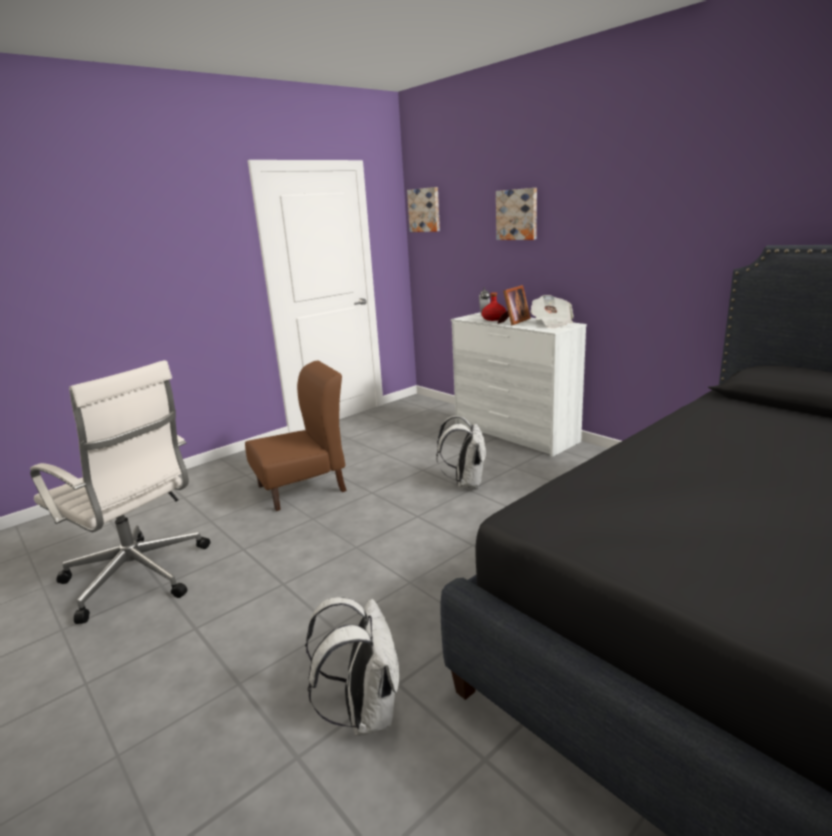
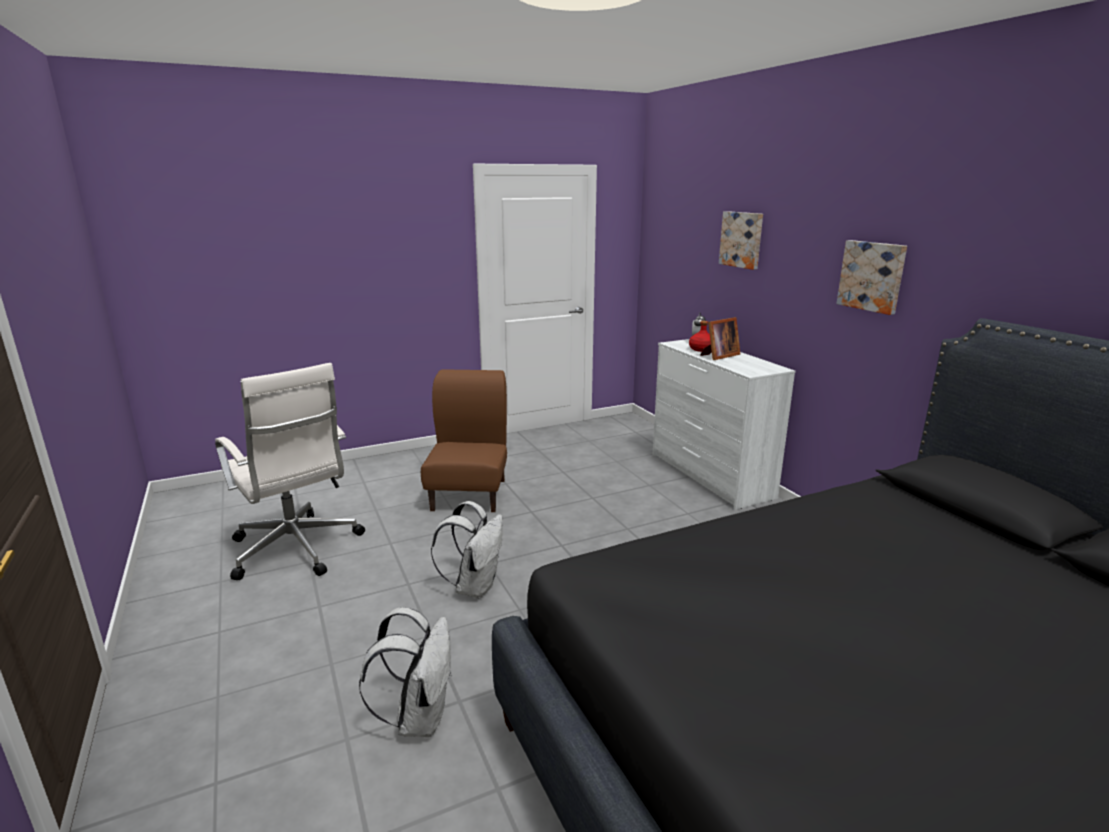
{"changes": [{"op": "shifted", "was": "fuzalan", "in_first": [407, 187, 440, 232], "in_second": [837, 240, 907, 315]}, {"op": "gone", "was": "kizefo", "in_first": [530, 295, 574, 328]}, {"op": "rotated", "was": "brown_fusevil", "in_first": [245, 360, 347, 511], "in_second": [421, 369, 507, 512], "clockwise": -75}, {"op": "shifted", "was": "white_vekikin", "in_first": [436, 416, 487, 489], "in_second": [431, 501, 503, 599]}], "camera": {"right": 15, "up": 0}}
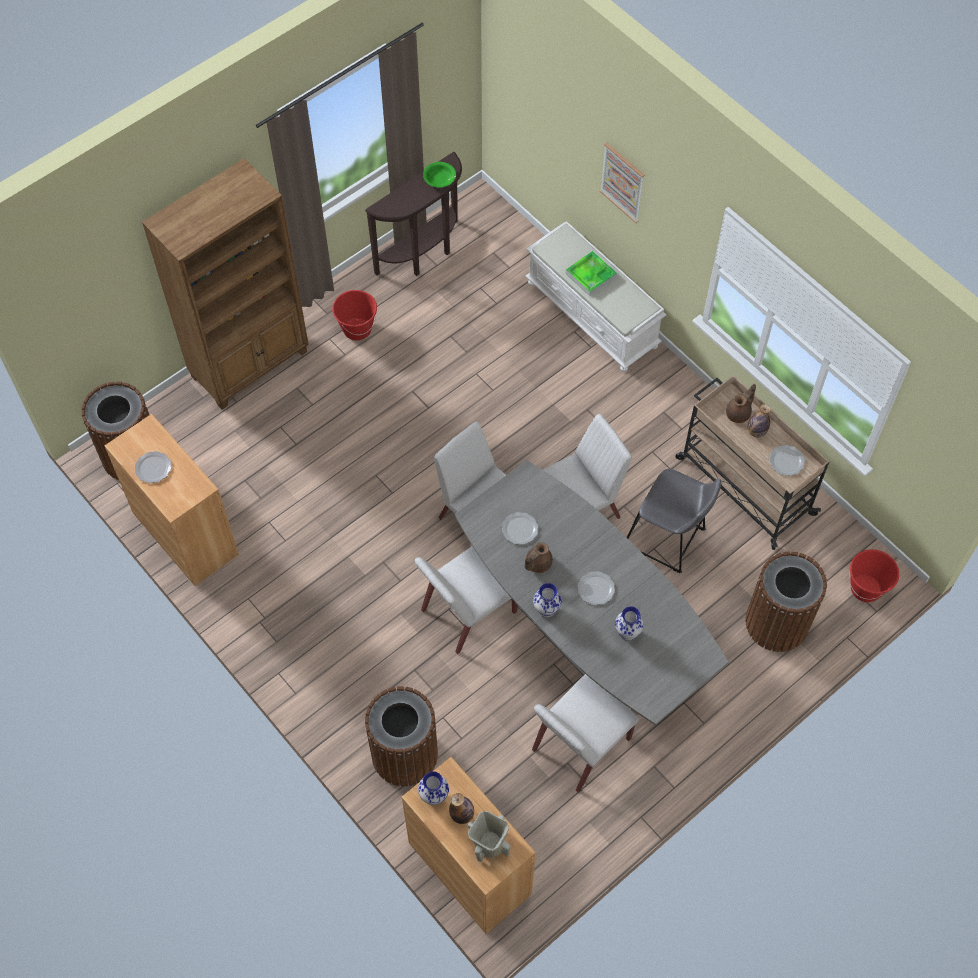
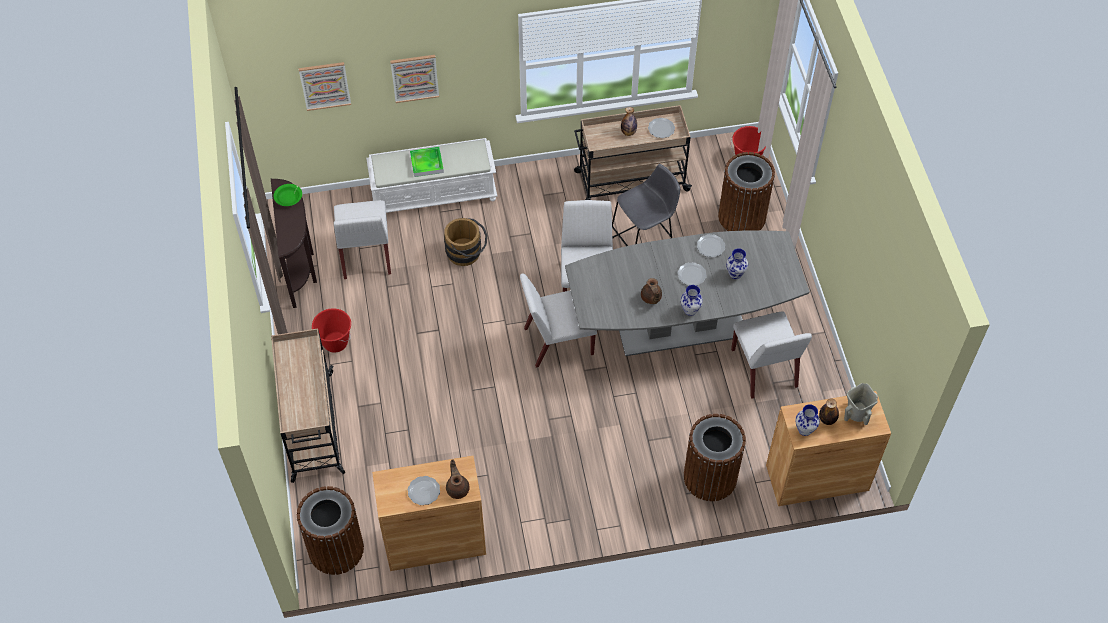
{"changes": [{"op": "swapped", "was": "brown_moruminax", "now": "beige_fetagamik", "in_first": [142, 158, 309, 410], "in_second": [271, 328, 345, 483]}, {"op": "shifted", "was": "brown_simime", "in_first": [726, 384, 756, 423], "in_second": [446, 459, 470, 499]}, {"op": "shifted", "was": "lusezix", "in_first": [502, 512, 538, 545], "in_second": [697, 234, 725, 257]}, {"op": "shifted", "was": "white_fusevil", "in_first": [414, 546, 518, 654], "in_second": [334, 200, 391, 279]}, {"op": "new", "now": "fuzalan", "in_second": [299, 62, 351, 111]}, {"op": "new", "now": "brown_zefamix", "in_second": [444, 218, 487, 266]}], "camera": {"right": -60, "up": -5}}
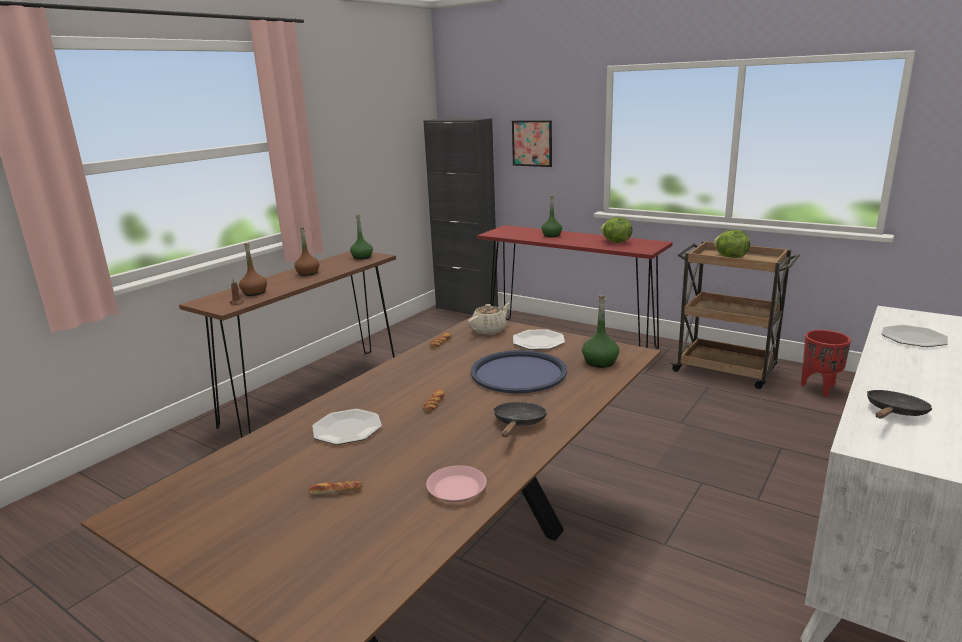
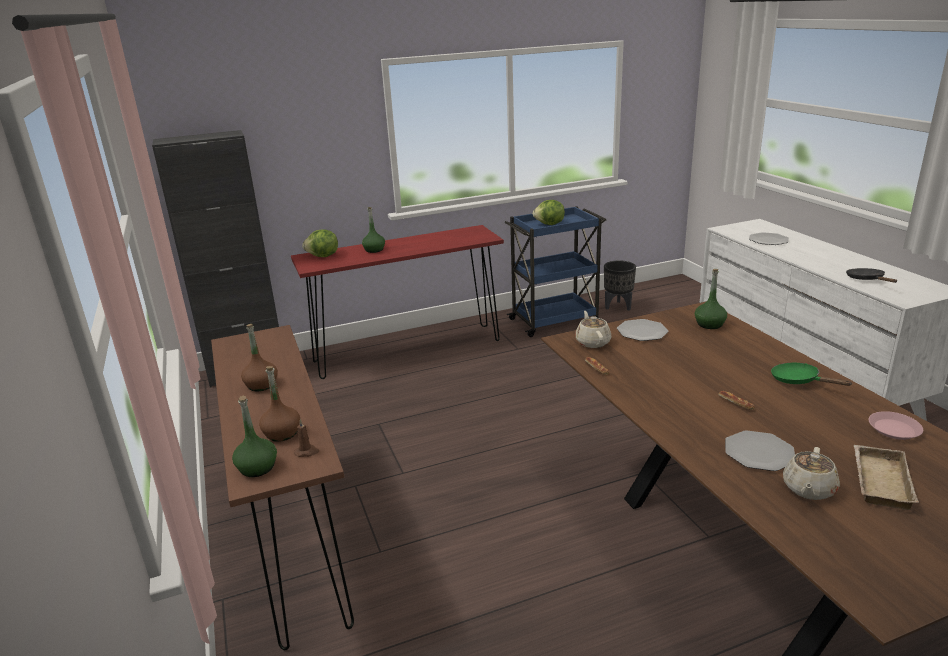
{"changes": [{"op": "gone", "was": "fuzalan", "in_first": [512, 121, 552, 167]}, {"op": "shifted", "was": "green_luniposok", "in_first": [350, 214, 373, 260], "in_second": [232, 396, 277, 477]}, {"op": "shifted", "was": "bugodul", "in_first": [601, 217, 632, 243], "in_second": [302, 229, 338, 257]}, {"op": "repainted", "was": "brown_fetagamik", "now": "blue_fetagamik", "in_first": [670, 241, 800, 389], "in_second": [505, 206, 606, 337]}, {"op": "repainted", "was": "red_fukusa", "now": "black_fukusa", "in_first": [801, 330, 851, 397], "in_second": [604, 260, 636, 311]}, {"op": "gone", "was": "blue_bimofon", "in_first": [470, 350, 567, 394]}, {"op": "repainted", "was": "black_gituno", "now": "green_gituno", "in_first": [493, 402, 547, 437], "in_second": [771, 363, 853, 386]}, {"op": "swapped", "was": "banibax", "now": "beige_bimofon", "in_first": [308, 481, 363, 495], "in_second": [854, 445, 919, 510]}, {"op": "new", "now": "beige_simime", "in_second": [783, 447, 840, 500]}], "camera": {"right": -55, "up": 5}}
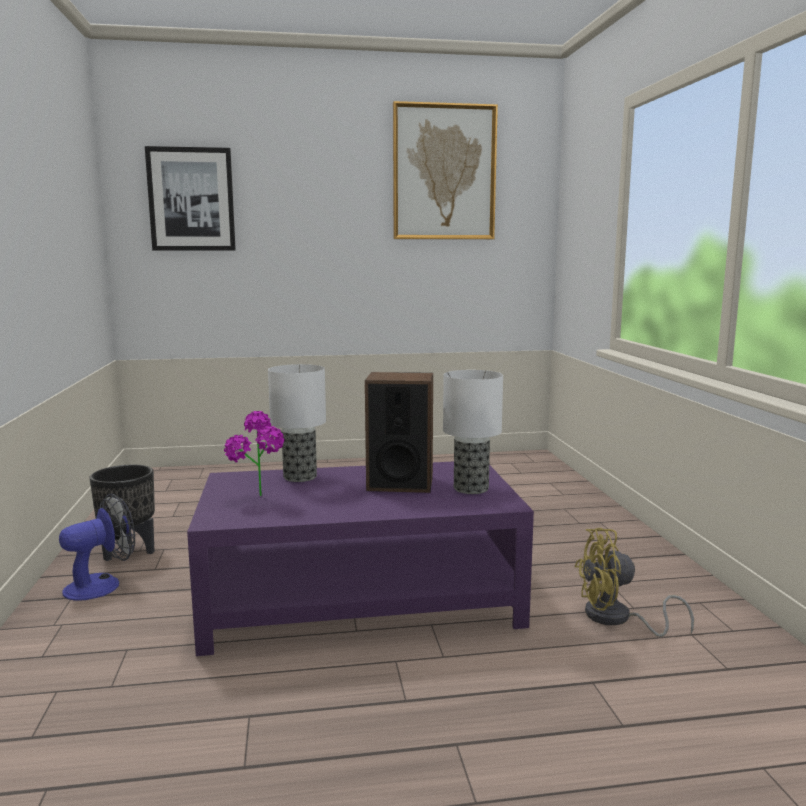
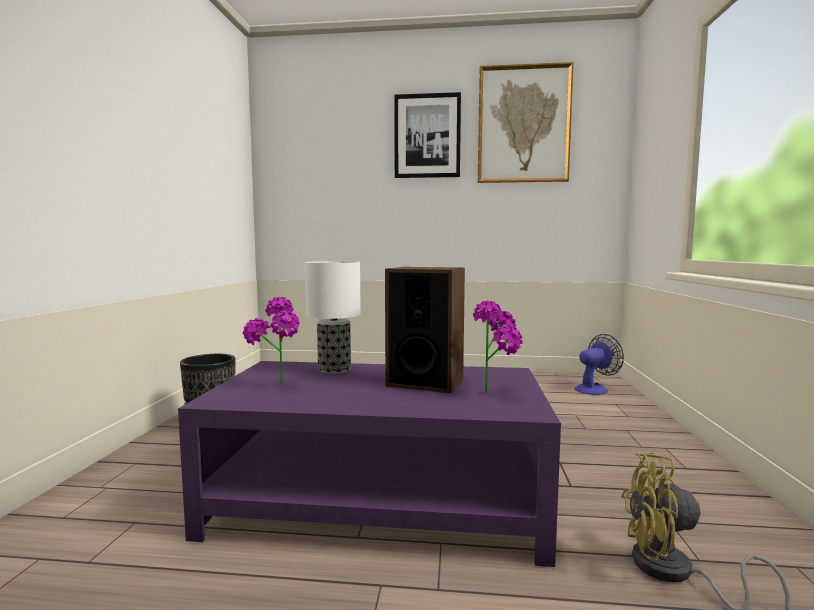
{"changes": [{"op": "shifted", "was": "fuzalan", "in_first": [145, 146, 236, 251], "in_second": [394, 92, 461, 178]}, {"op": "swapped", "was": "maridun", "now": "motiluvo", "in_first": [443, 370, 503, 494], "in_second": [473, 301, 523, 393]}, {"op": "shifted", "was": "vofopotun", "in_first": [59, 493, 135, 601], "in_second": [575, 334, 624, 395]}], "camera": {"right": 15, "up": -5}}
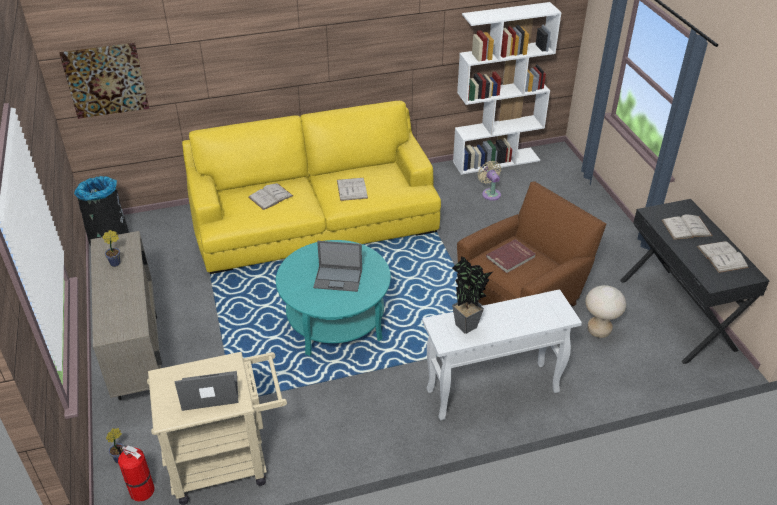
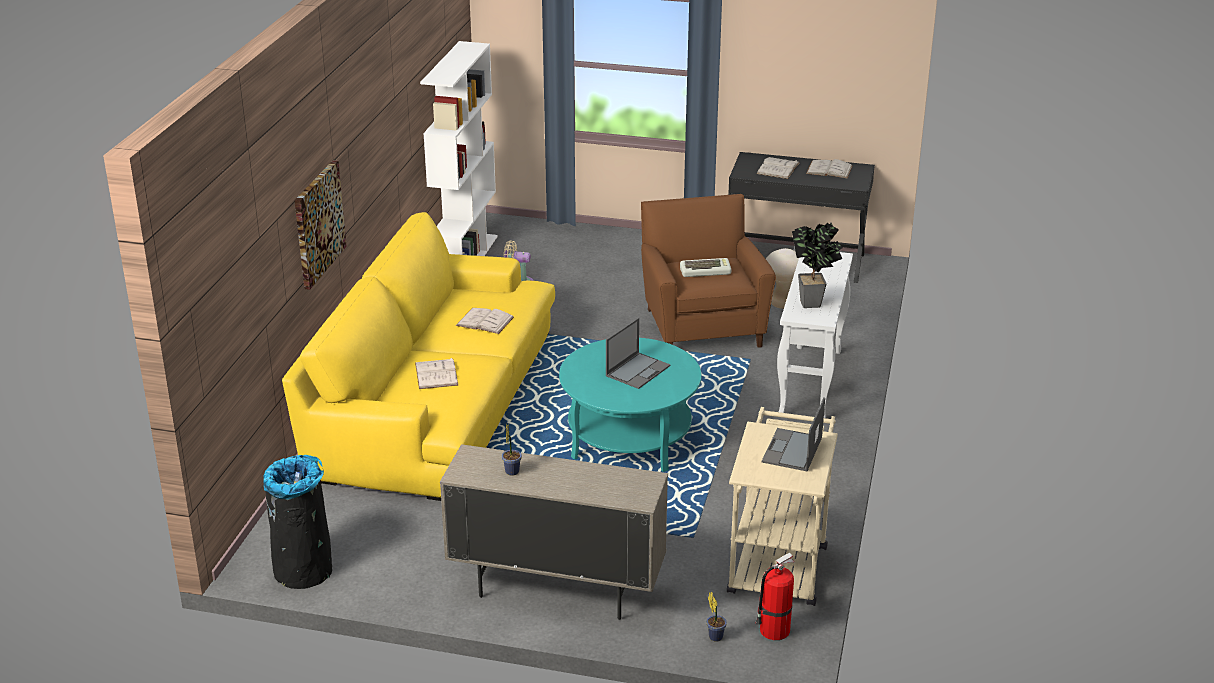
{"changes": [{"op": "shifted", "was": "fuzalan", "in_first": [59, 43, 149, 119], "in_second": [295, 160, 347, 290]}, {"op": "swapped", "was": "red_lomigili", "now": "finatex", "in_first": [486, 239, 535, 273], "in_second": [680, 258, 731, 277]}], "camera": {"right": -60, "up": -10}}
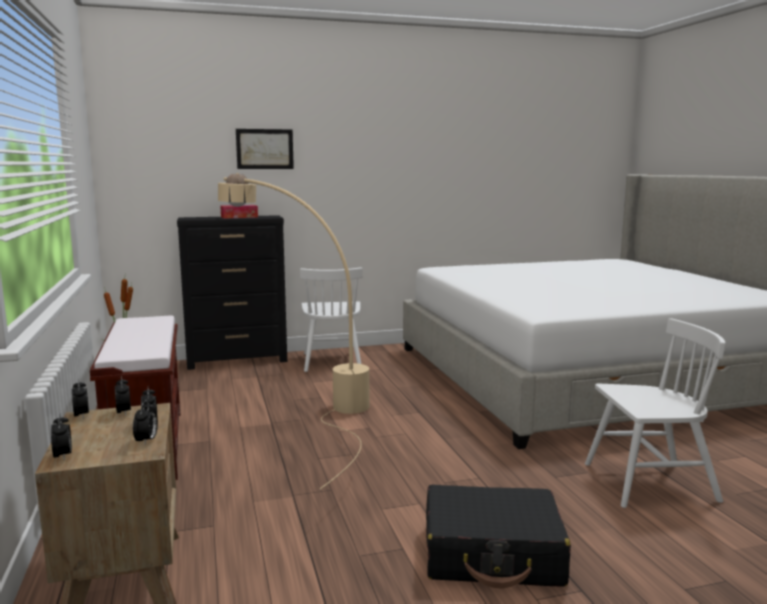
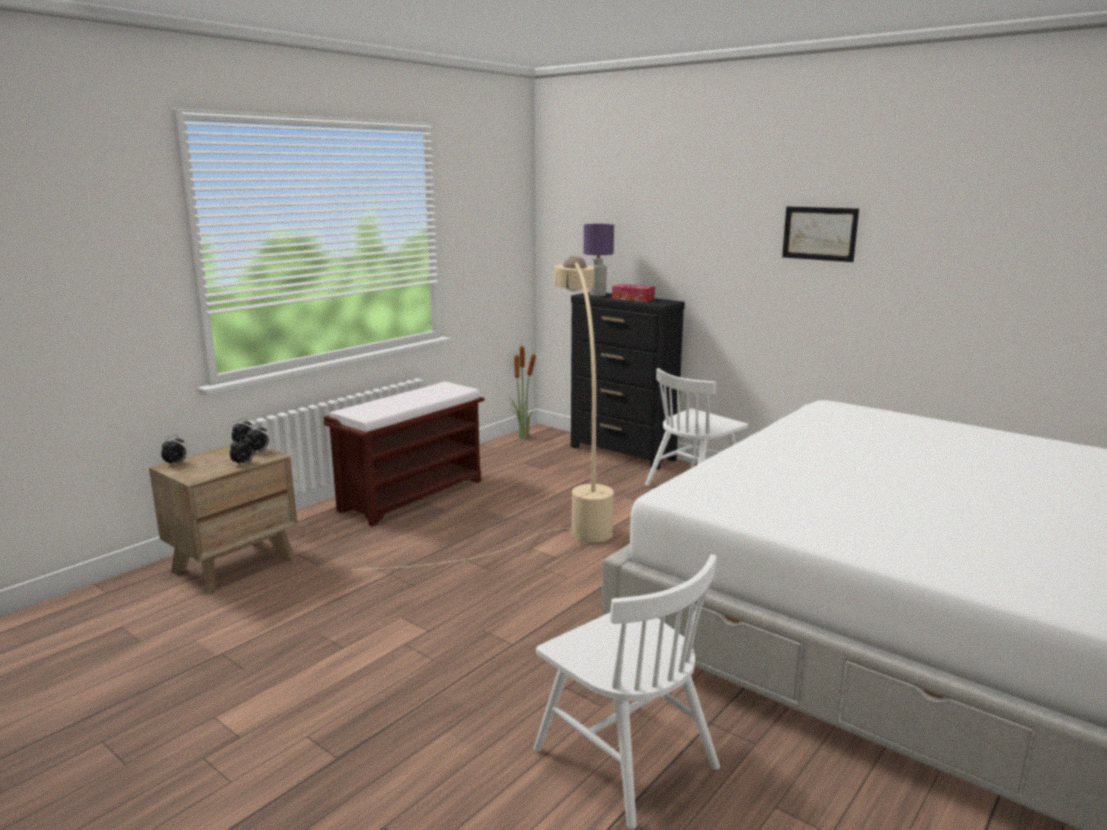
{"changes": [{"op": "shifted", "was": "fuzalan", "in_first": [236, 129, 294, 169], "in_second": [782, 207, 859, 262]}, {"op": "gone", "was": "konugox", "in_first": [133, 400, 158, 444]}, {"op": "gone", "was": "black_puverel", "in_first": [426, 485, 571, 588]}, {"op": "new", "now": "purple_maridun", "in_second": [584, 224, 614, 296]}], "camera": {"right": 55, "up": 5}}
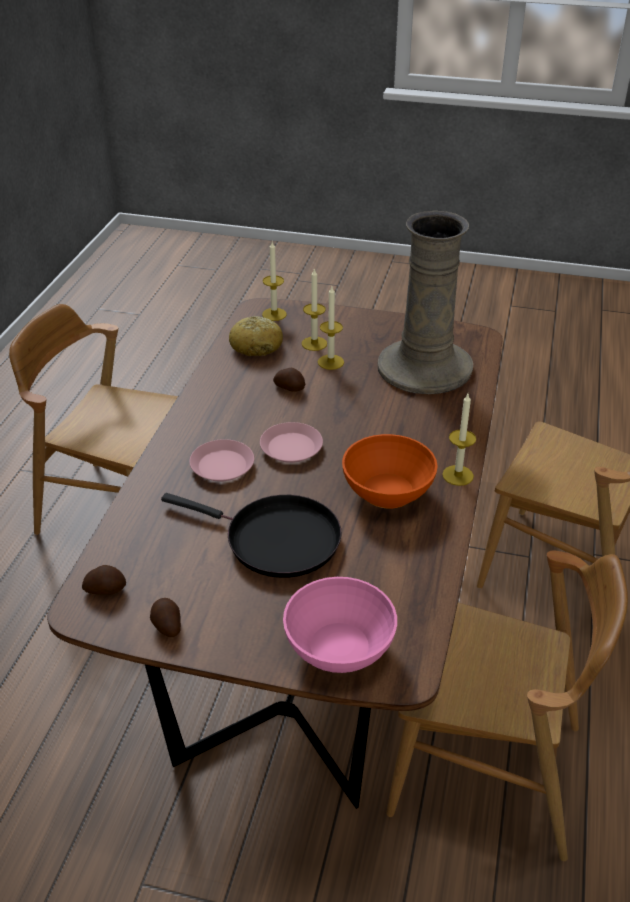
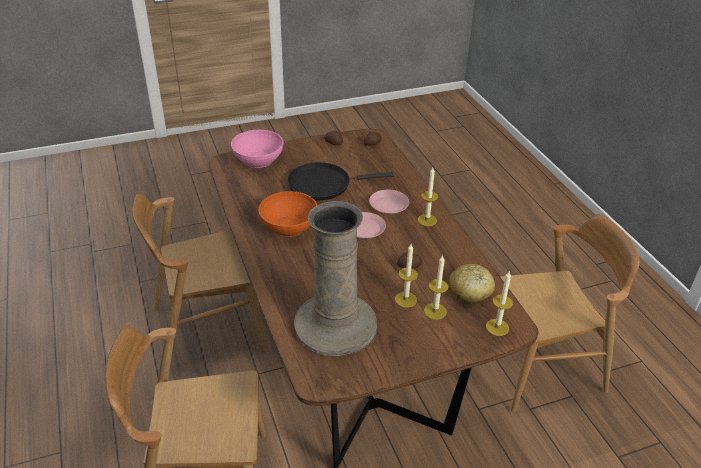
{"changes": [{"op": "shifted", "was": "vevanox", "in_first": [442, 394, 476, 486], "in_second": [418, 168, 438, 226]}], "camera": {"right": 145, "up": 0}}
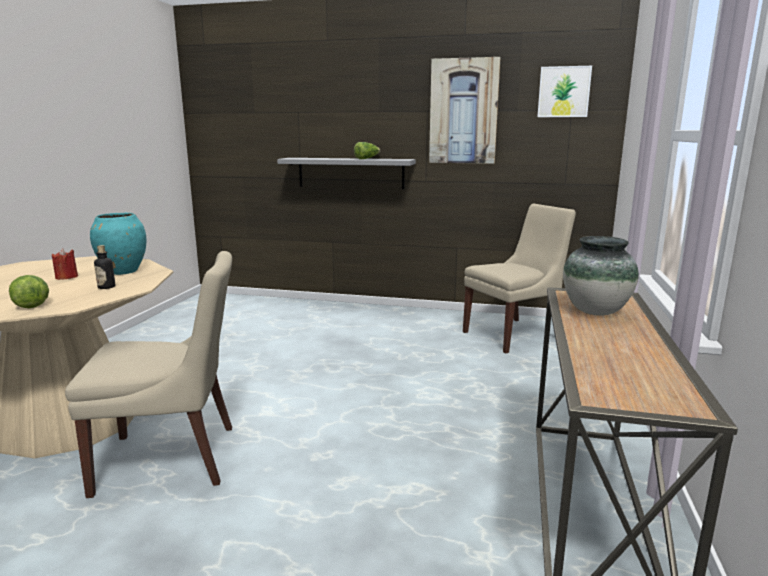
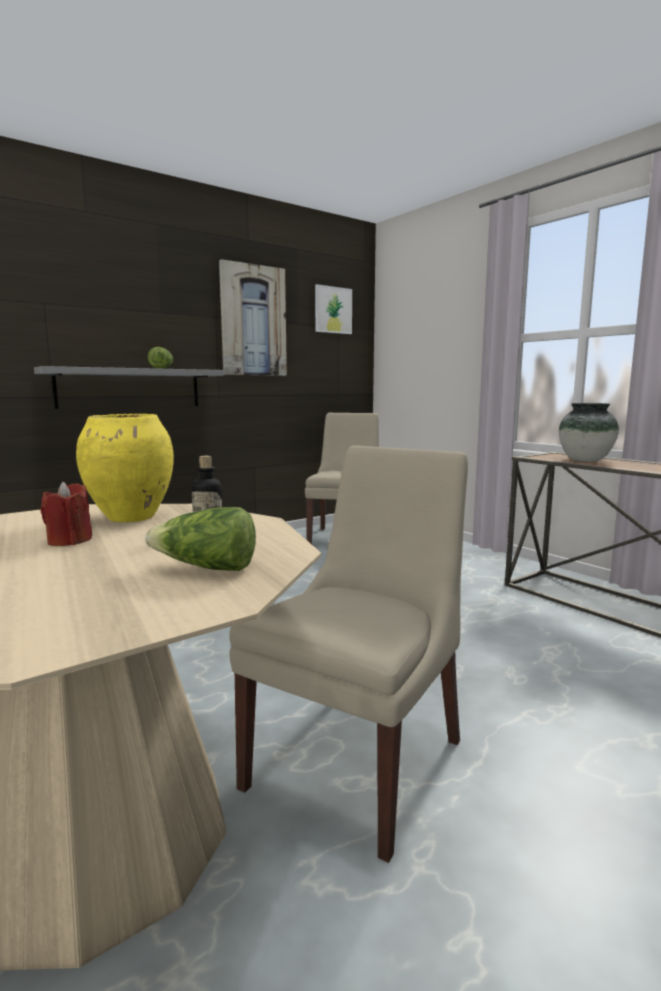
{"changes": [{"op": "repainted", "was": "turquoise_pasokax", "now": "yellow_pasokax", "in_first": [90, 213, 146, 275], "in_second": [76, 414, 174, 522]}], "camera": {"right": -50, "up": -5}}
